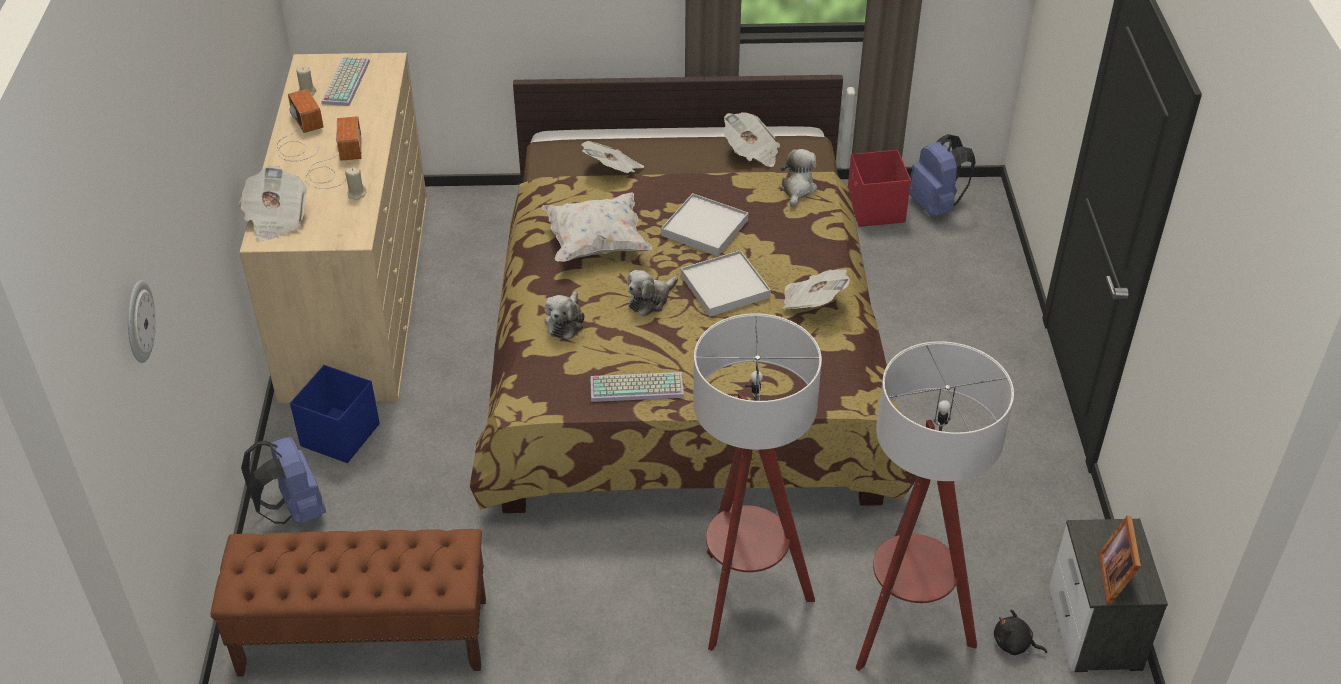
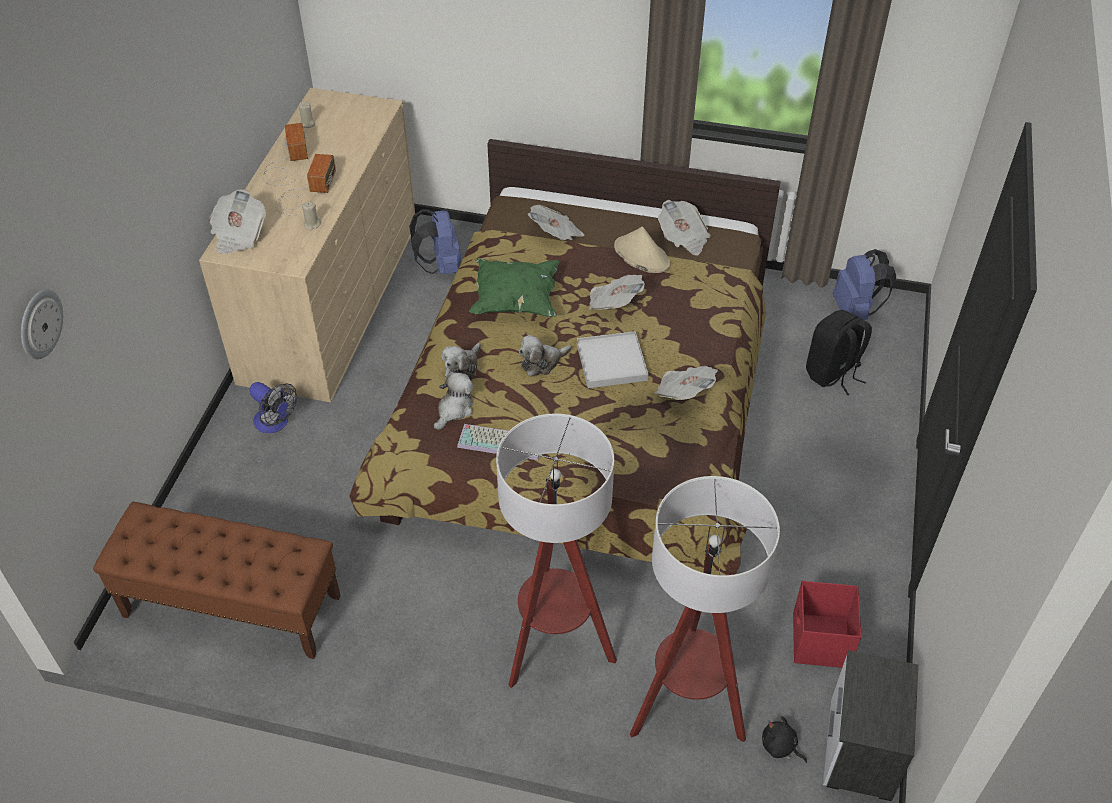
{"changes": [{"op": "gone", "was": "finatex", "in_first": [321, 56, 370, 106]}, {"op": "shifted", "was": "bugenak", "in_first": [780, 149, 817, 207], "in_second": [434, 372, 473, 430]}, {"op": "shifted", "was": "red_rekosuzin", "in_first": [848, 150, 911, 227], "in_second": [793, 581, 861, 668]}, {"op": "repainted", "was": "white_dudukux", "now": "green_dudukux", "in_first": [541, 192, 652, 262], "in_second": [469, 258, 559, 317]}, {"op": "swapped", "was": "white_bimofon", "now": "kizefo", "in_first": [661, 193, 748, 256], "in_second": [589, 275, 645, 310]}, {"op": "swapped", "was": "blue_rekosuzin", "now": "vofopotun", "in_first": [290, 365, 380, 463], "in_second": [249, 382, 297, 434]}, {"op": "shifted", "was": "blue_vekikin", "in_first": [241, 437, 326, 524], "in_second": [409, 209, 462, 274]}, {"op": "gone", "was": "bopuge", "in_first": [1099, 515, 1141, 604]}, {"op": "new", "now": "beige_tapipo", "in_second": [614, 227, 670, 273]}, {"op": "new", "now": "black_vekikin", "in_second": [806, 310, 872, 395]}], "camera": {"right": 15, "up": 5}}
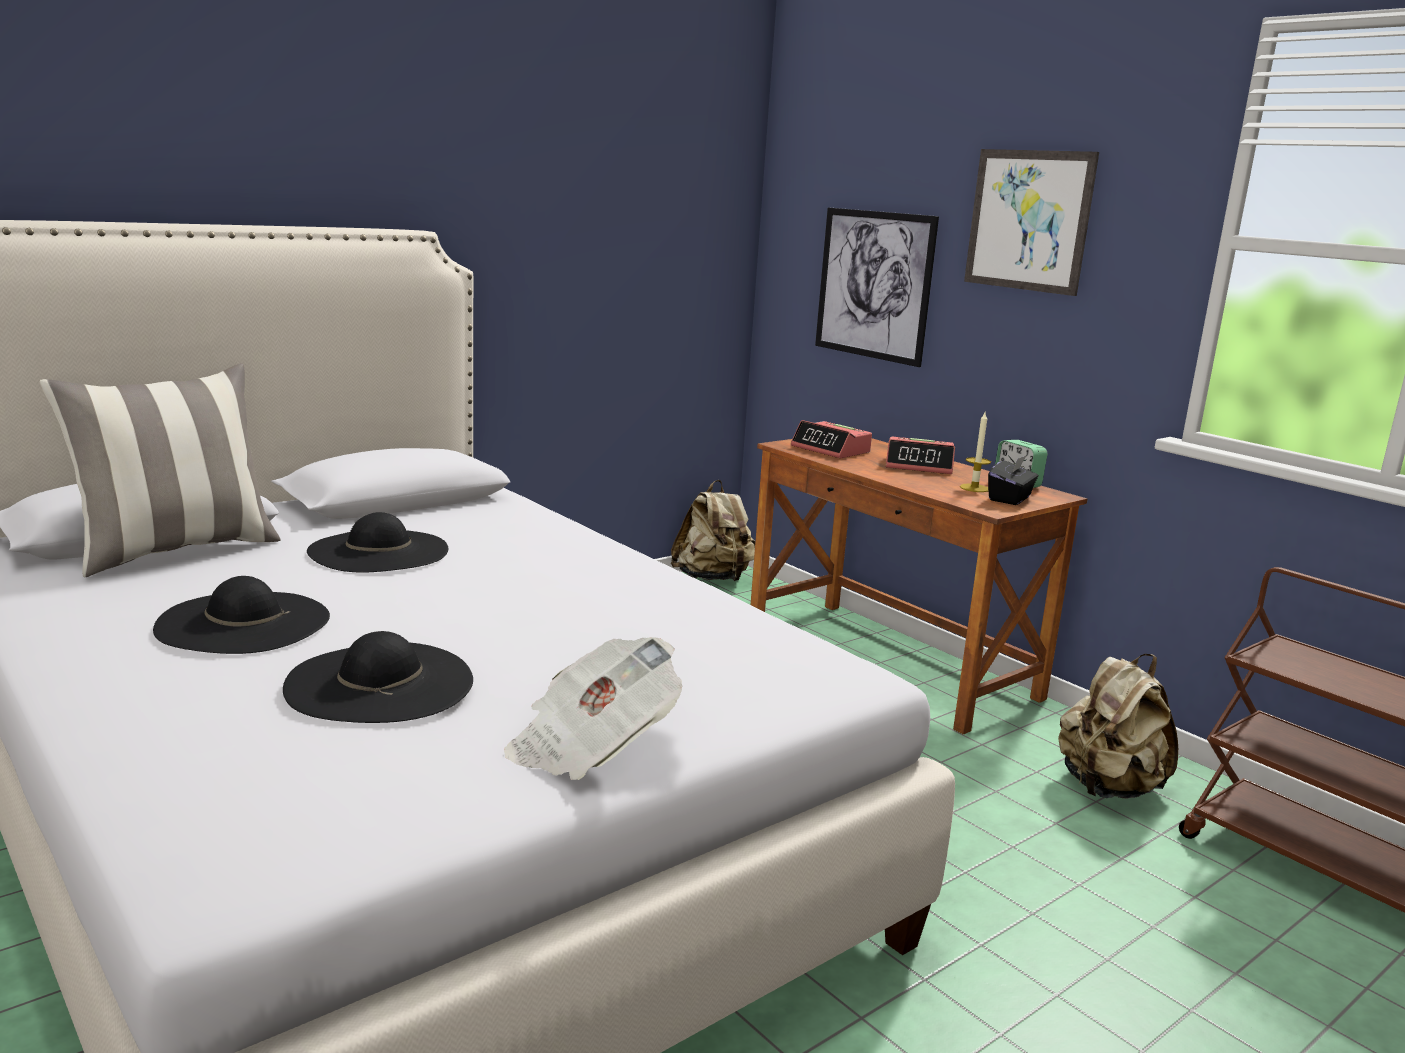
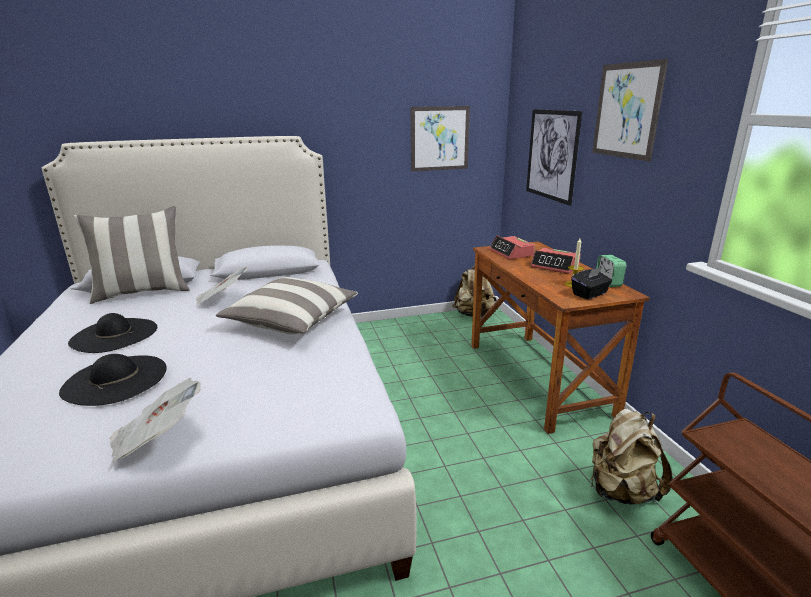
{"changes": [{"op": "swapped", "was": "black_tapipo", "now": "kizefo", "in_first": [307, 512, 448, 572], "in_second": [196, 267, 248, 305]}, {"op": "new", "now": "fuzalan", "in_second": [411, 106, 470, 172]}, {"op": "new", "now": "dudukux", "in_second": [216, 277, 358, 334]}], "camera": {"right": 25, "up": 5}}
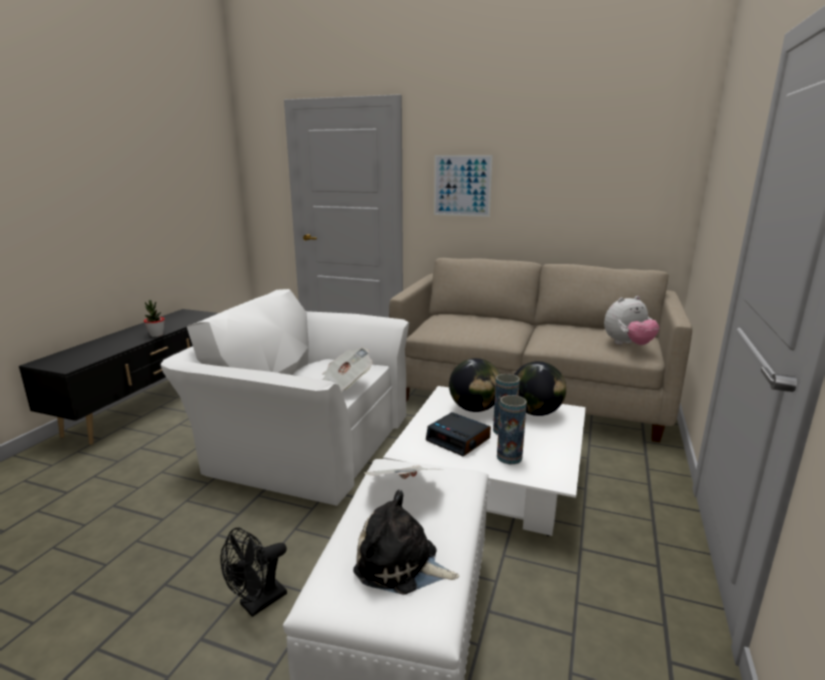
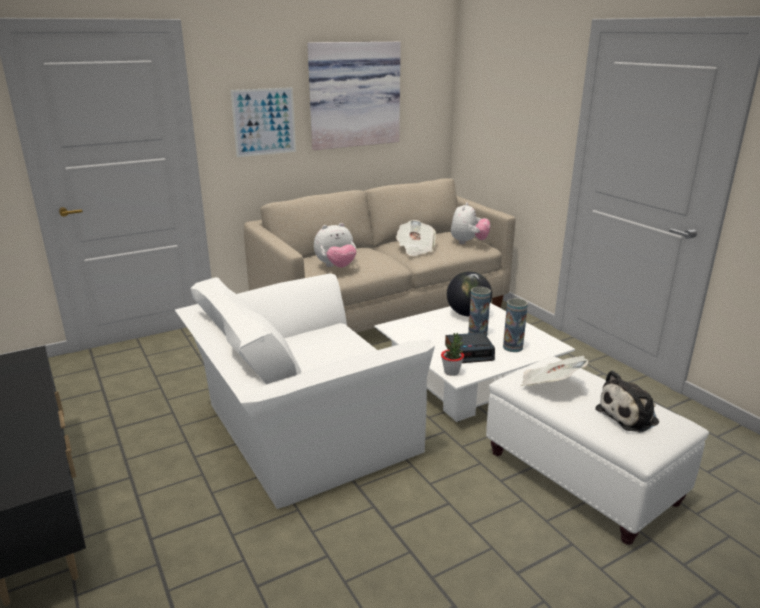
{"changes": [{"op": "shifted", "was": "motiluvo", "in_first": [144, 300, 165, 337], "in_second": [441, 333, 464, 376]}, {"op": "shifted", "was": "kizefo", "in_first": [322, 348, 372, 393], "in_second": [396, 220, 436, 256]}, {"op": "gone", "was": "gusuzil", "in_first": [449, 358, 500, 412]}, {"op": "gone", "was": "black_vofopotun", "in_first": [220, 528, 287, 617]}, {"op": "new", "now": "fuzalan", "in_second": [307, 42, 401, 150]}, {"op": "new", "now": "bugenak", "in_second": [314, 223, 356, 268]}], "camera": {"right": -50, "up": 5}}
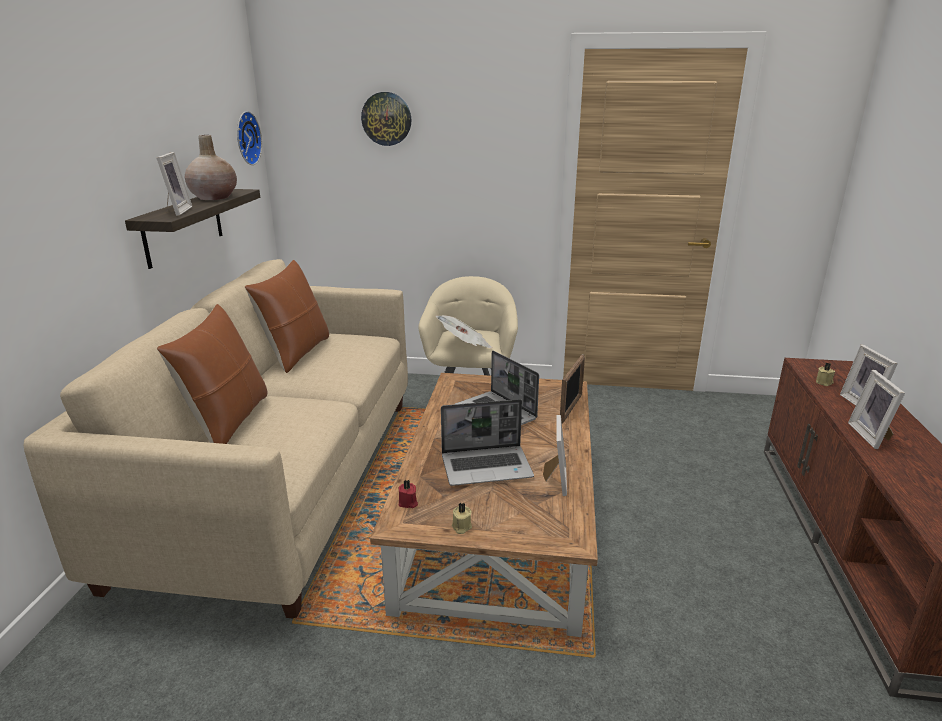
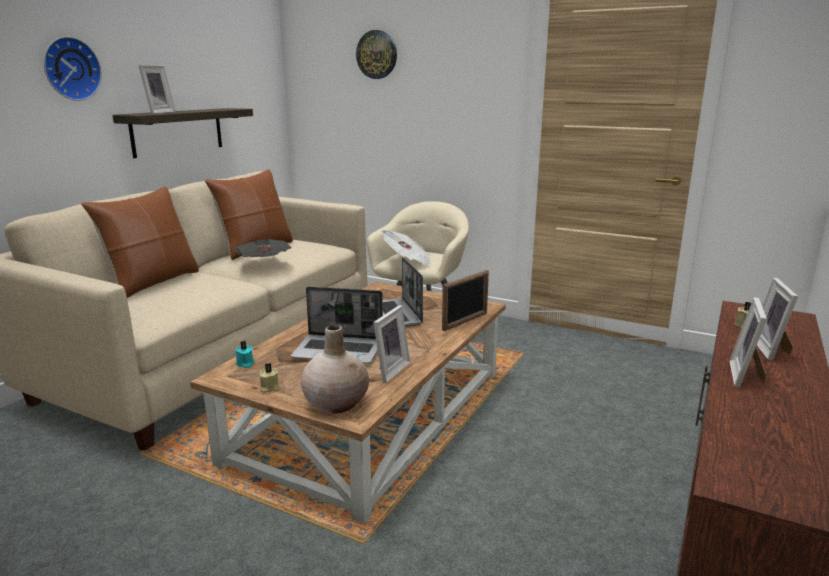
{"changes": [{"op": "shifted", "was": "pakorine", "in_first": [237, 111, 262, 165], "in_second": [44, 36, 102, 101]}, {"op": "shifted", "was": "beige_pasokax", "in_first": [185, 135, 237, 200], "in_second": [301, 325, 369, 414]}, {"op": "repainted", "was": "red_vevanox", "now": "turquoise_vevanox", "in_first": [398, 480, 418, 508], "in_second": [235, 341, 255, 368]}, {"op": "new", "now": "kizefo", "in_second": [234, 239, 291, 257]}], "camera": {"right": 20, "up": -5}}
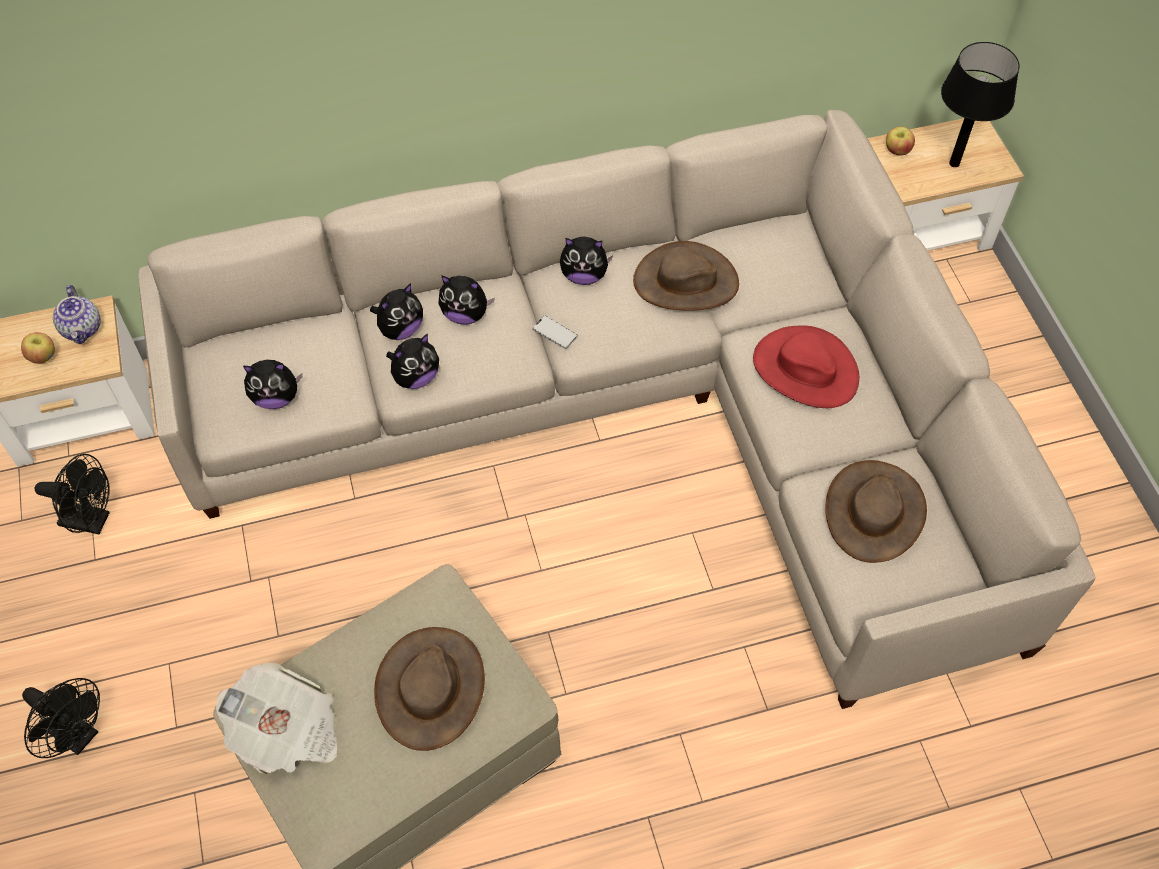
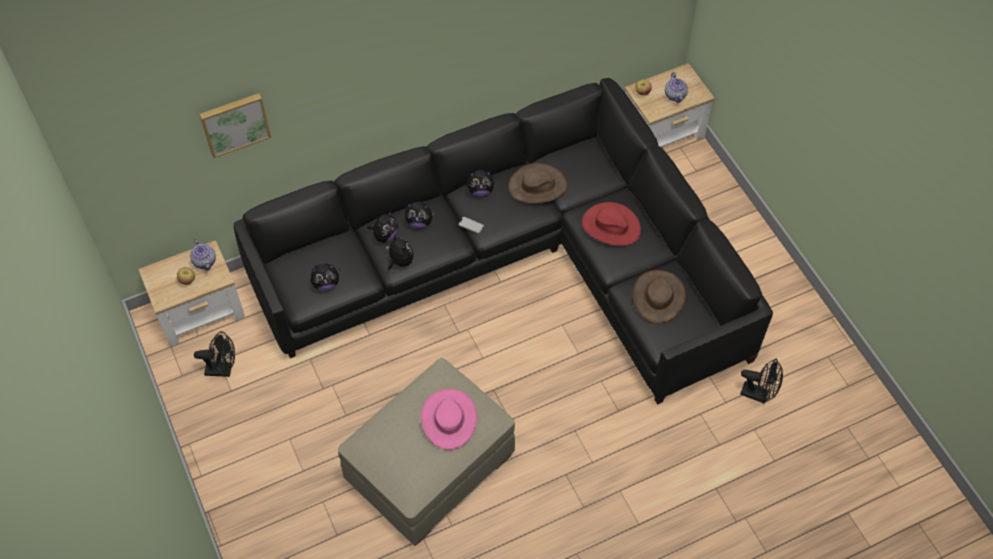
{"changes": [{"op": "swapped", "was": "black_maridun", "now": "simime", "in_first": [941, 42, 1019, 167], "in_second": [665, 72, 688, 103]}, {"op": "repainted", "was": "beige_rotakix", "now": "black_rotakix", "in_first": [138, 110, 1096, 709], "in_second": [234, 78, 773, 405]}, {"op": "rotated", "was": "bugenak", "in_first": [386, 334, 439, 389], "in_second": [386, 234, 413, 270], "clockwise": -75}, {"op": "repainted", "was": "brown_tapipo", "now": "pink_tapipo", "in_first": [374, 627, 485, 751], "in_second": [421, 389, 477, 450]}, {"op": "gone", "was": "kizefo", "in_first": [216, 663, 337, 774]}, {"op": "shifted", "was": "black_vofopotun", "in_first": [22, 678, 100, 758], "in_second": [740, 359, 783, 404]}, {"op": "new", "now": "fuzalan", "in_second": [199, 93, 271, 158]}], "camera": {"right": -10, "up": 0}}
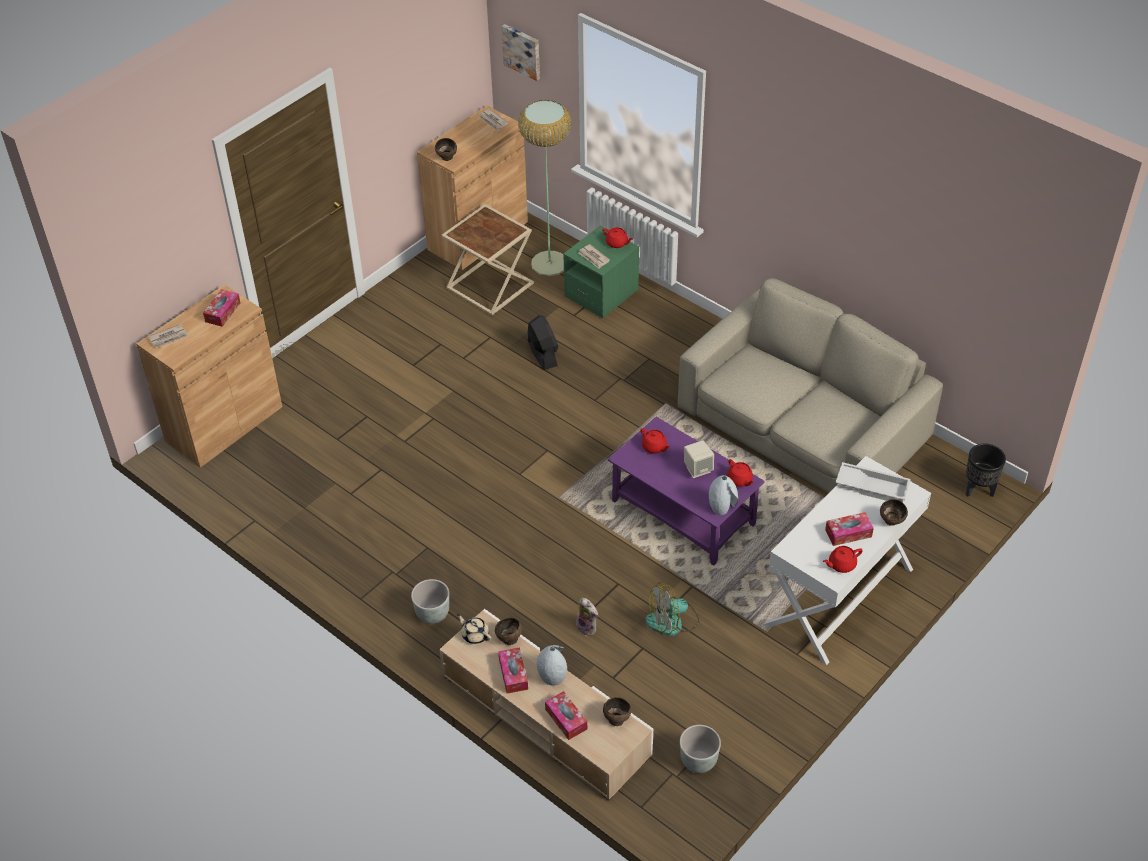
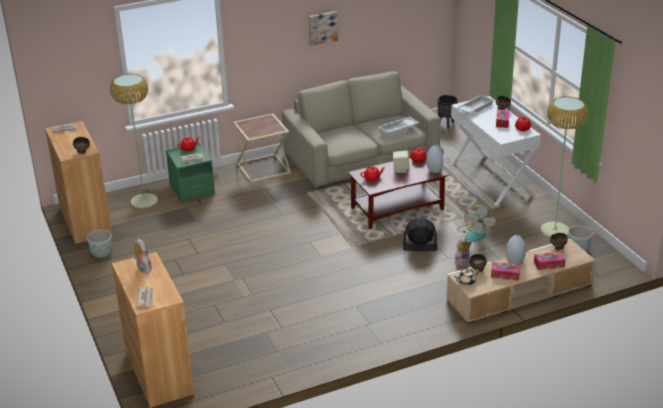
{"changes": [{"op": "shifted", "was": "fuzalan", "in_first": [501, 24, 540, 81], "in_second": [309, 11, 338, 46]}, {"op": "shifted", "was": "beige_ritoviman", "in_first": [441, 204, 534, 315], "in_second": [233, 113, 291, 183]}, {"op": "swapped", "was": "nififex", "now": "bugenak", "in_first": [203, 289, 240, 327], "in_second": [134, 239, 153, 273]}, {"op": "shifted", "was": "black_vofopotun", "in_first": [528, 315, 558, 370], "in_second": [403, 218, 437, 251]}, {"op": "repainted", "was": "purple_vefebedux", "now": "brown_vefebedux", "in_first": [608, 417, 765, 566], "in_second": [348, 158, 448, 229]}, {"op": "shifted", "was": "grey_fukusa", "in_first": [411, 579, 449, 624], "in_second": [87, 230, 112, 258]}, {"op": "new", "now": "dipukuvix", "in_second": [540, 96, 589, 237]}, {"op": "new", "now": "white_bimofon", "in_second": [379, 117, 419, 137]}], "camera": {"right": -65, "up": -15}}
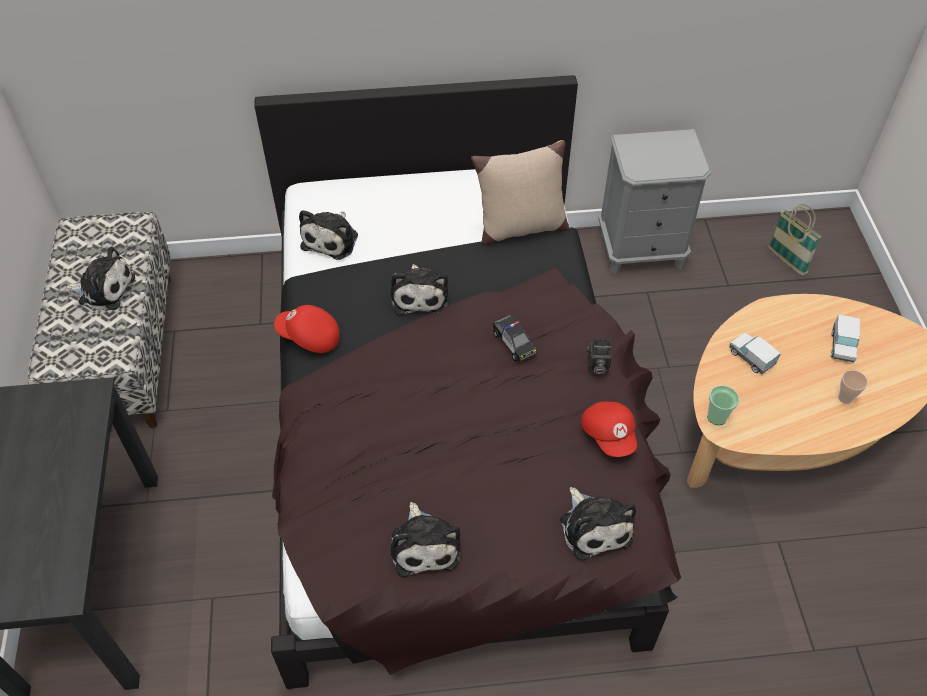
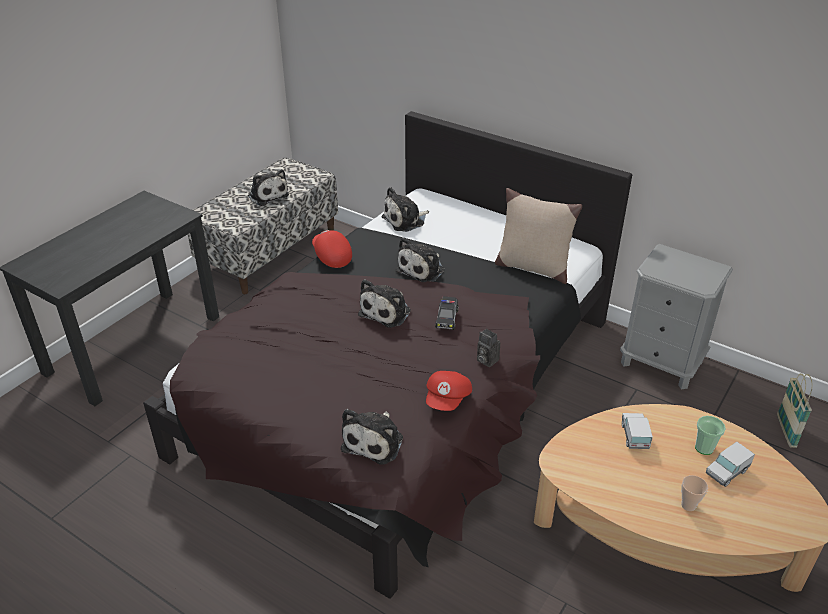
{"changes": [{"op": "shifted", "was": "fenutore", "in_first": [707, 385, 739, 425], "in_second": [695, 416, 726, 455]}, {"op": "shifted", "was": "bugenak", "in_first": [390, 502, 461, 577], "in_second": [358, 279, 411, 328]}], "camera": {"right": 40, "up": -15}}
